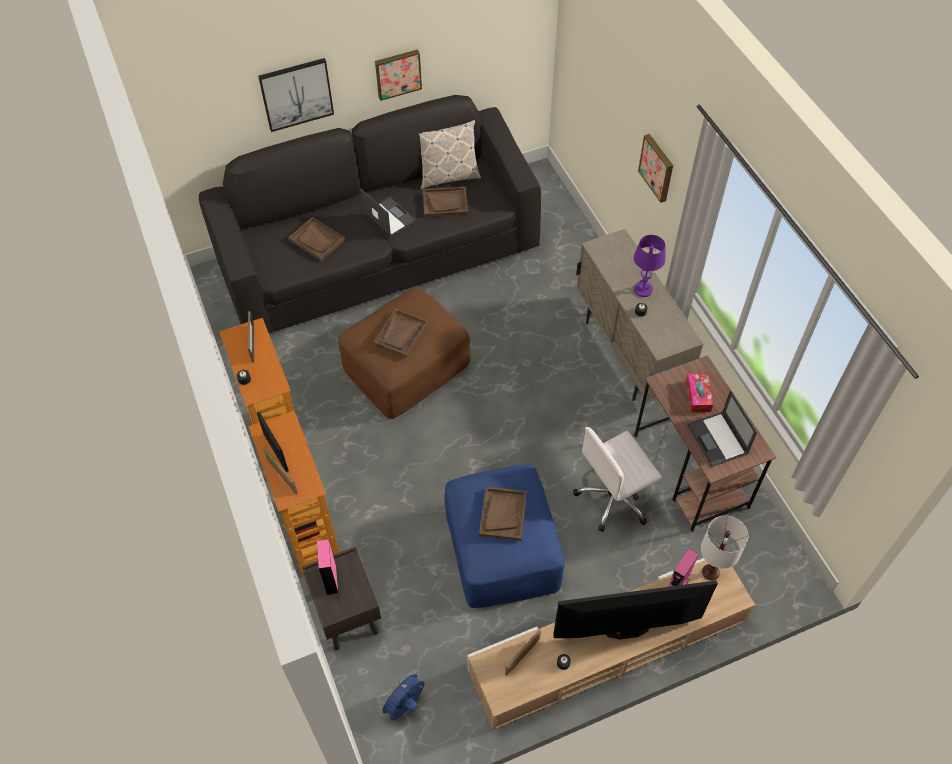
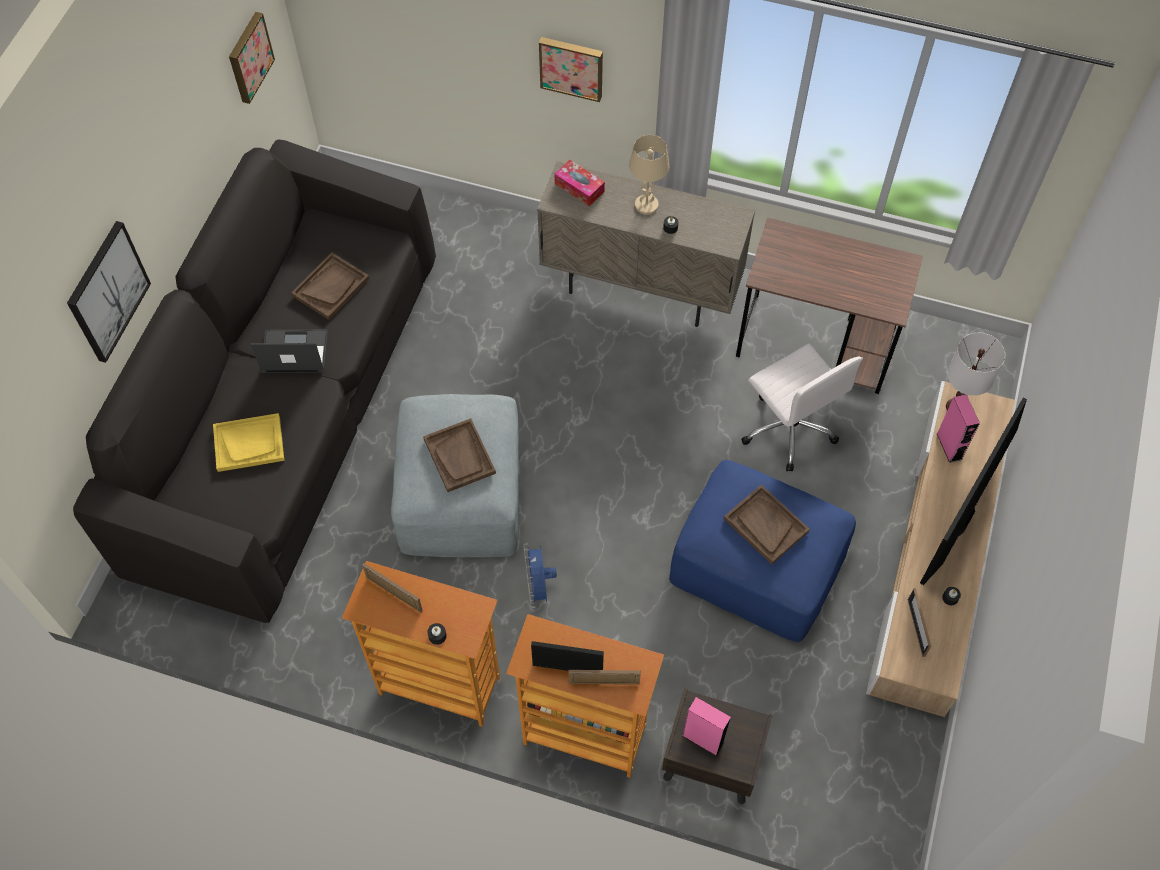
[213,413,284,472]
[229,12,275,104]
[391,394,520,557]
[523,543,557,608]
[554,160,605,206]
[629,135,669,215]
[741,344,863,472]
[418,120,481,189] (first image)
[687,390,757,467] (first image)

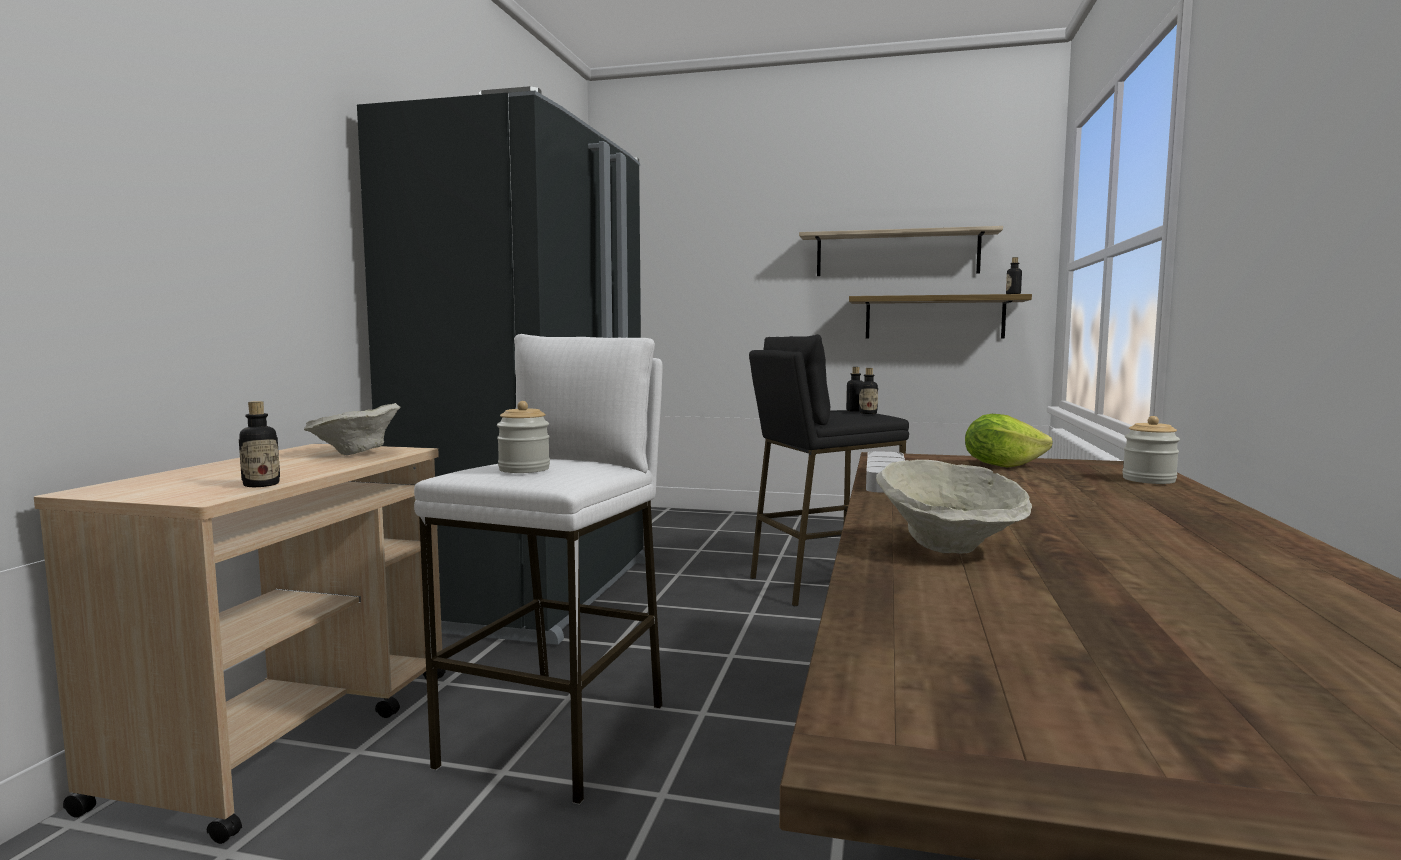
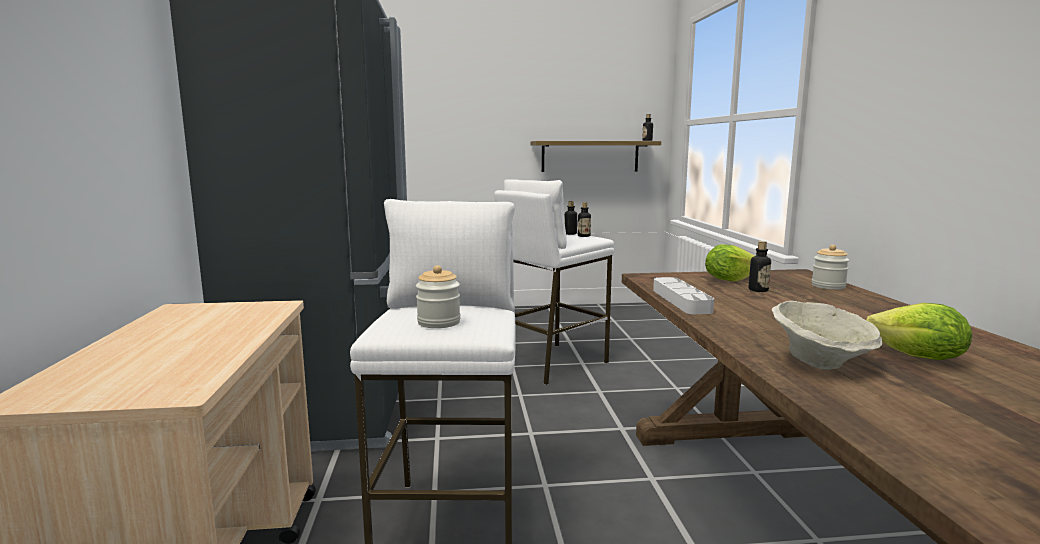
[494,179,614,385]
[749,241,771,292]
[866,303,972,360]
[304,403,401,455] (first image)
[799,226,1003,276] (first image)

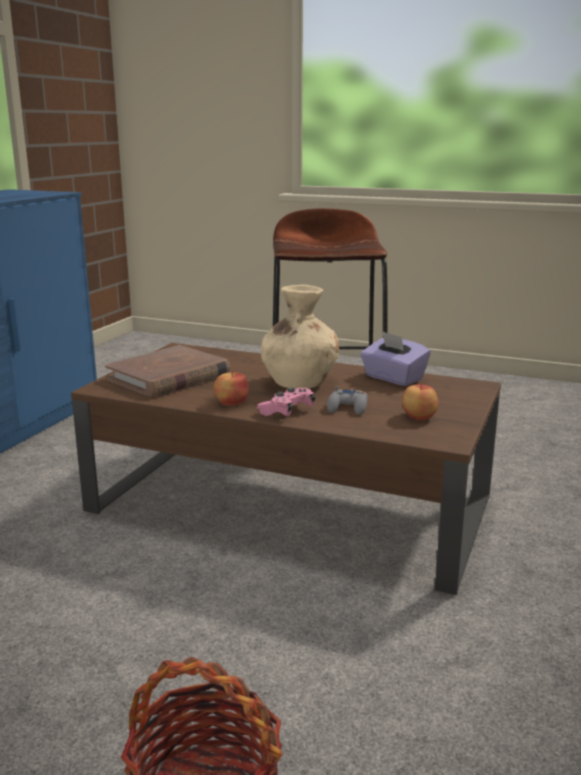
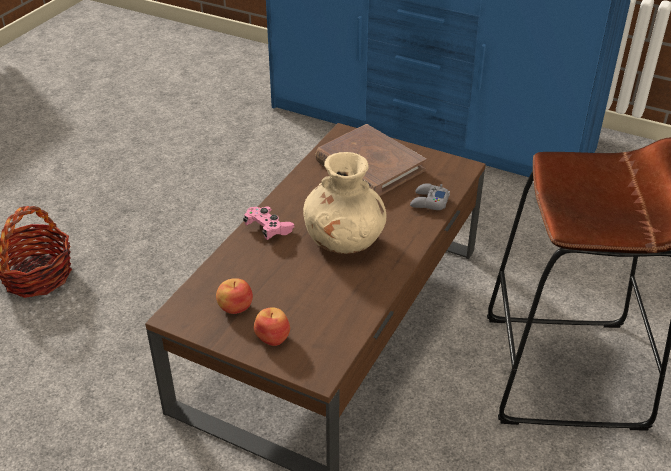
[254,307,290,346]
[410,183,450,210]
[360,331,431,386] (first image)

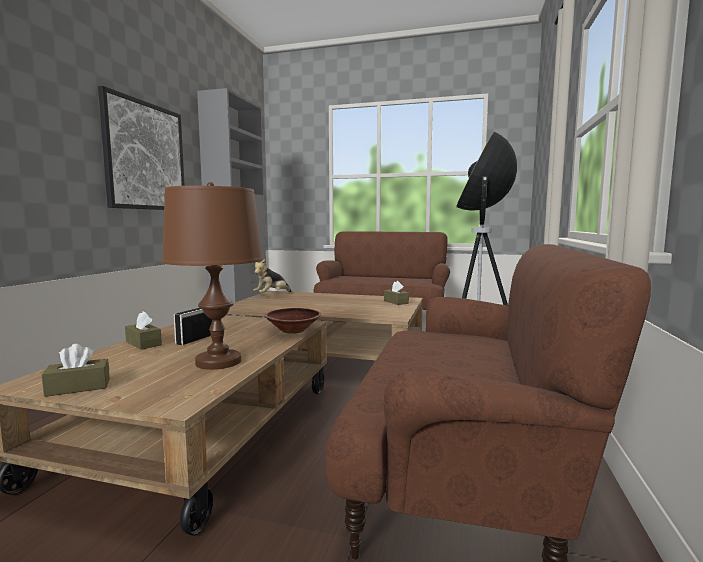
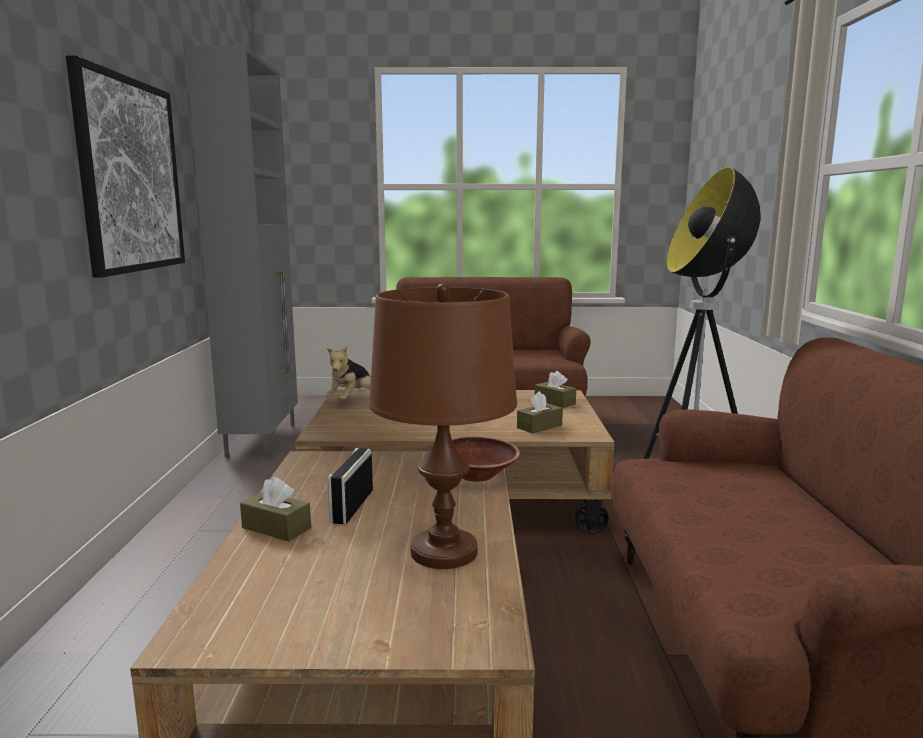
[517,391,563,434]

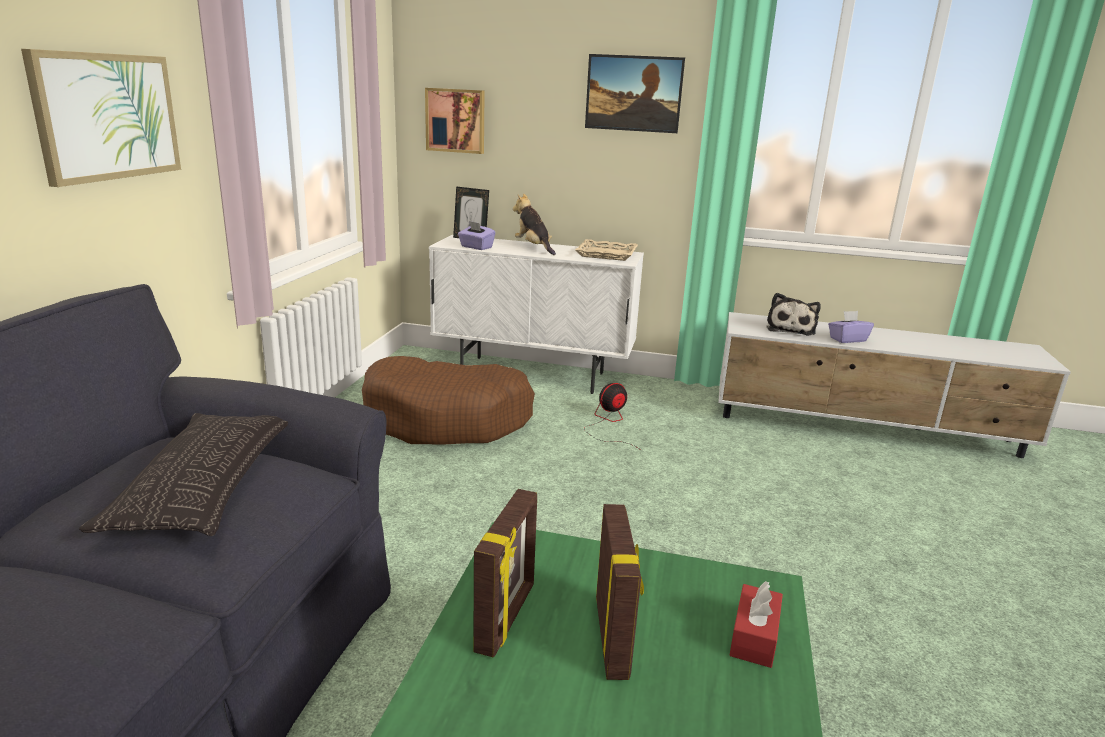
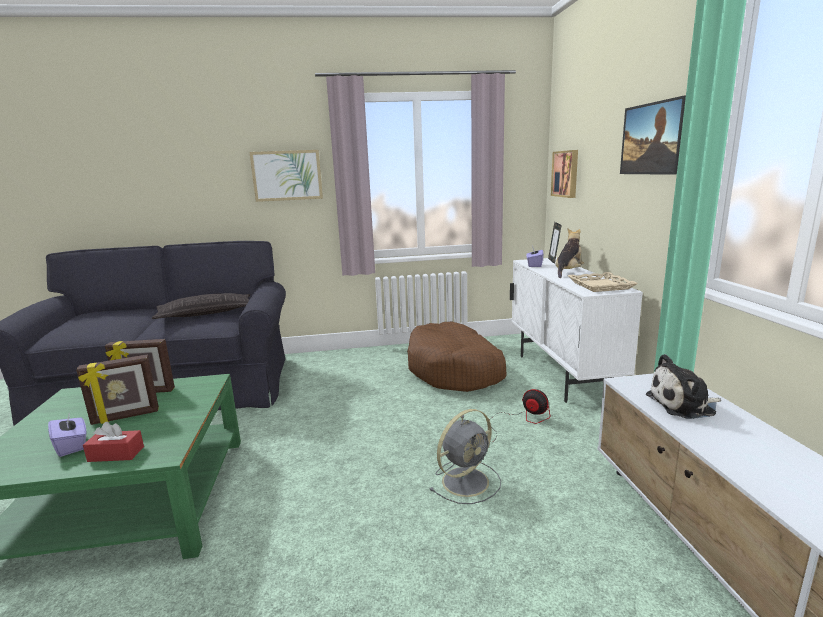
[48,415,87,457]
[429,409,501,504]

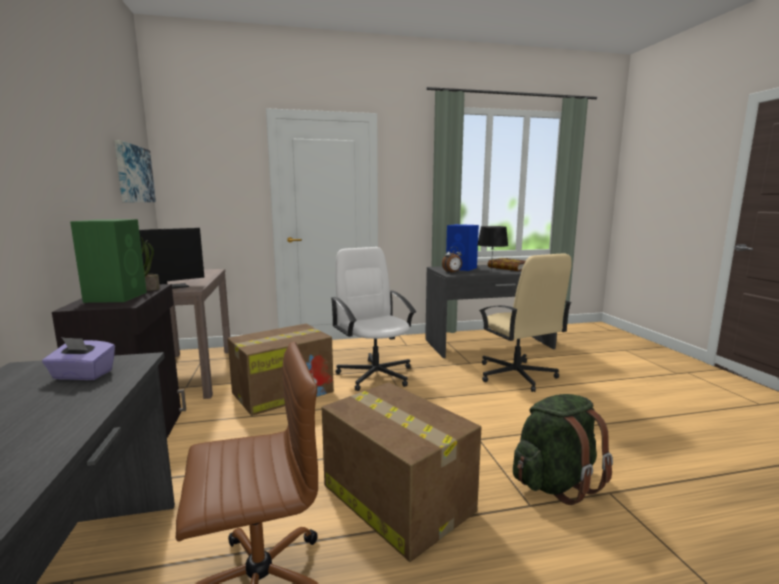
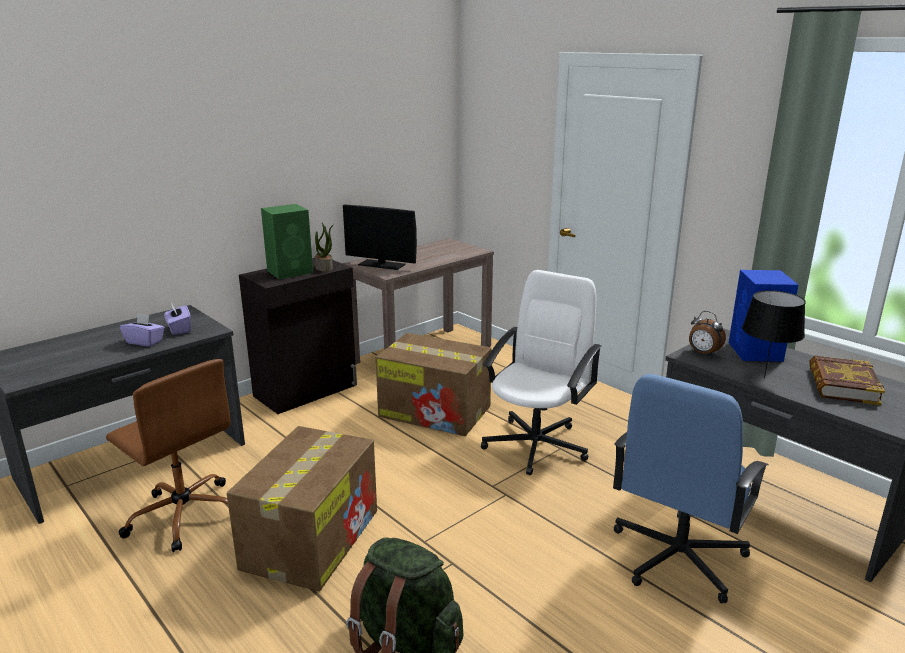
[120,313,165,347]
[613,374,769,603]
[114,140,156,202] (first image)

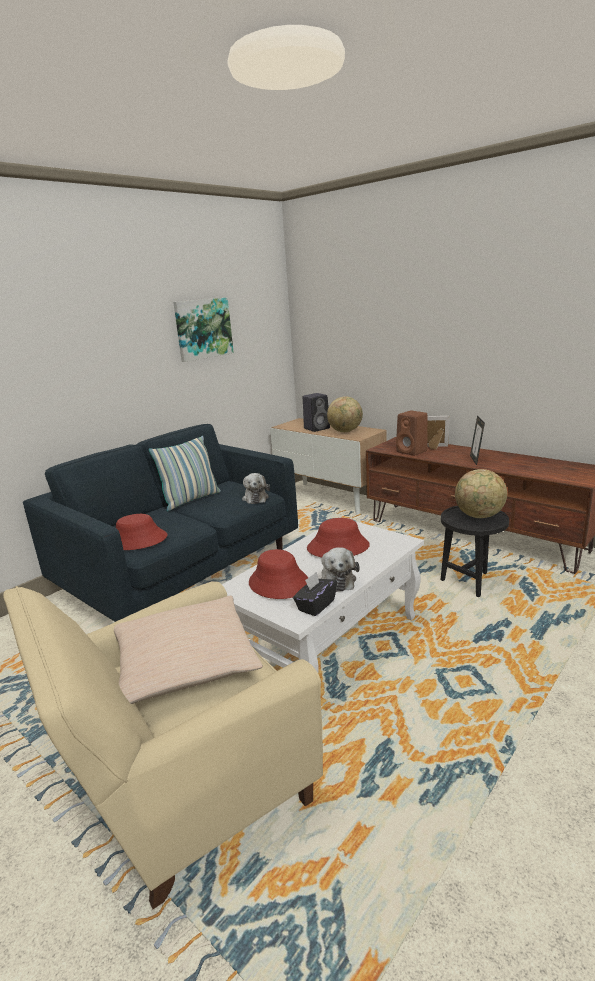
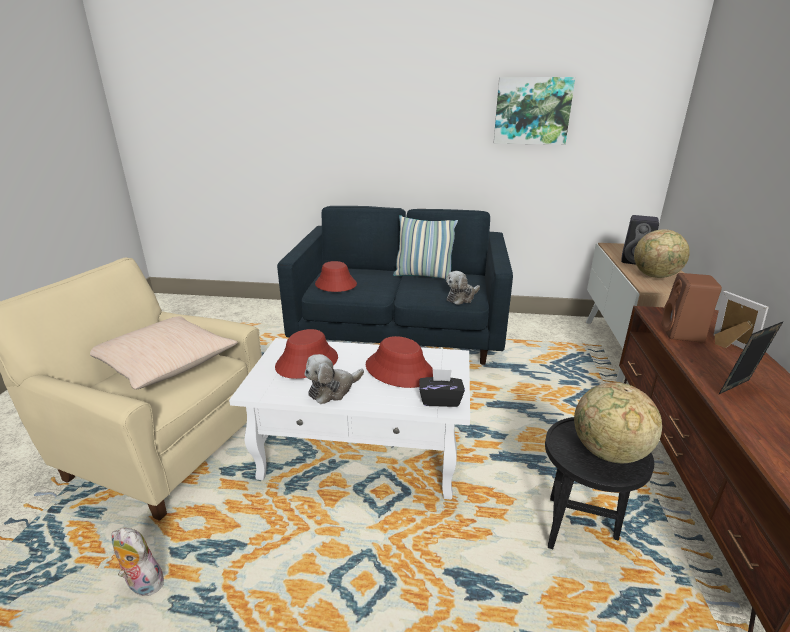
[112,528,164,596]
[419,369,465,407]

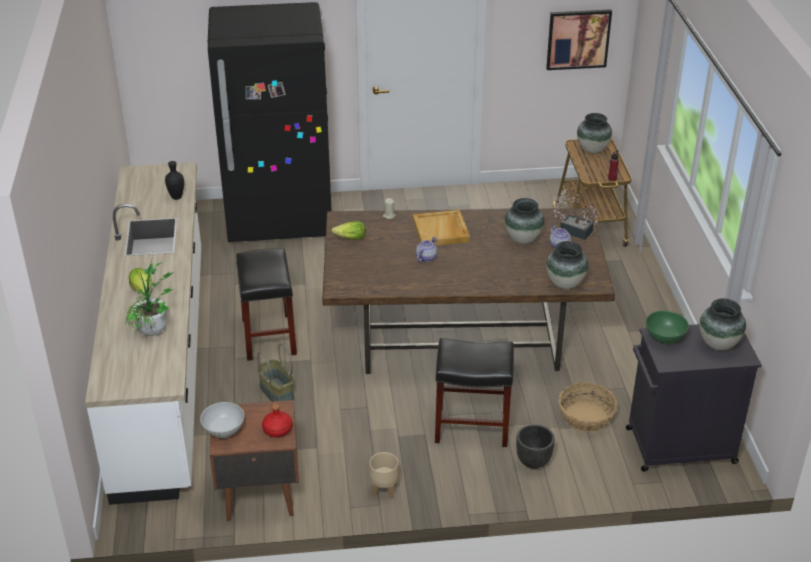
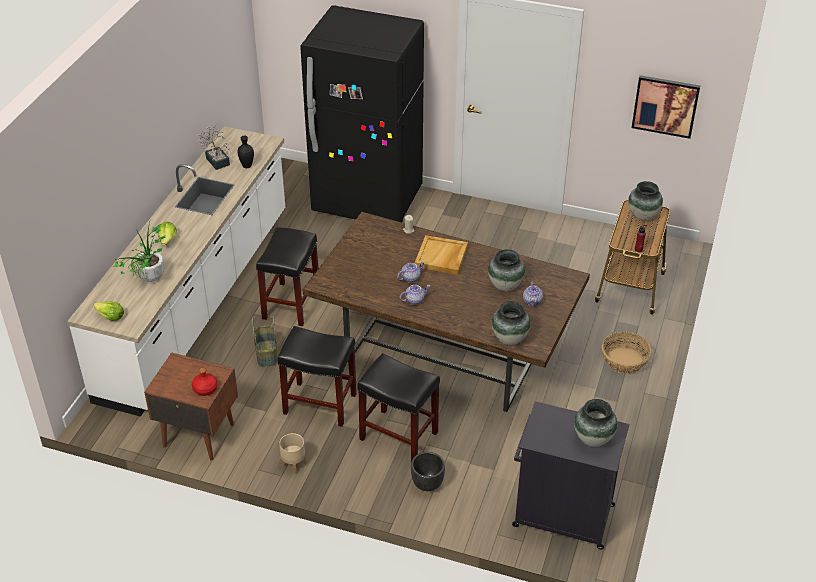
[93,302,124,321]
[196,125,233,170]
[278,326,357,427]
[400,285,430,305]
[602,331,652,374]
[200,402,244,438] (first image)
[646,311,689,344] (first image)

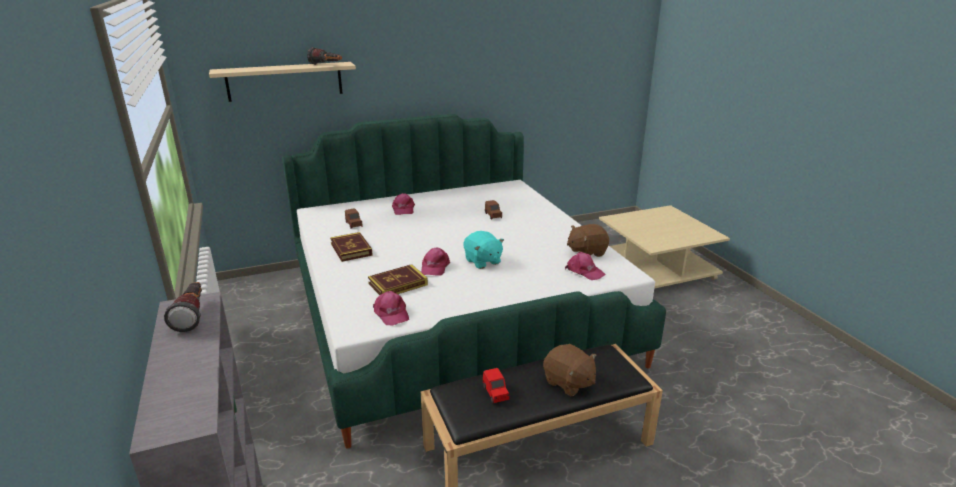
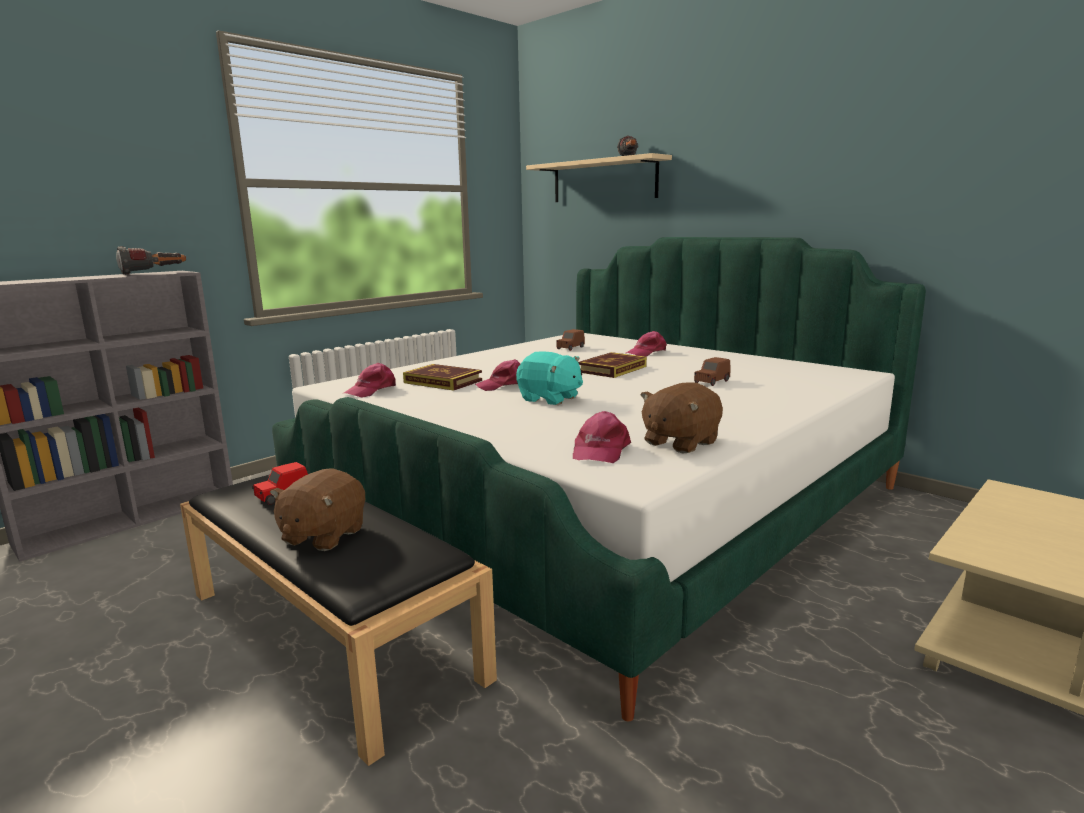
[516,352,583,405]
[578,352,647,378]
[640,382,723,453]

